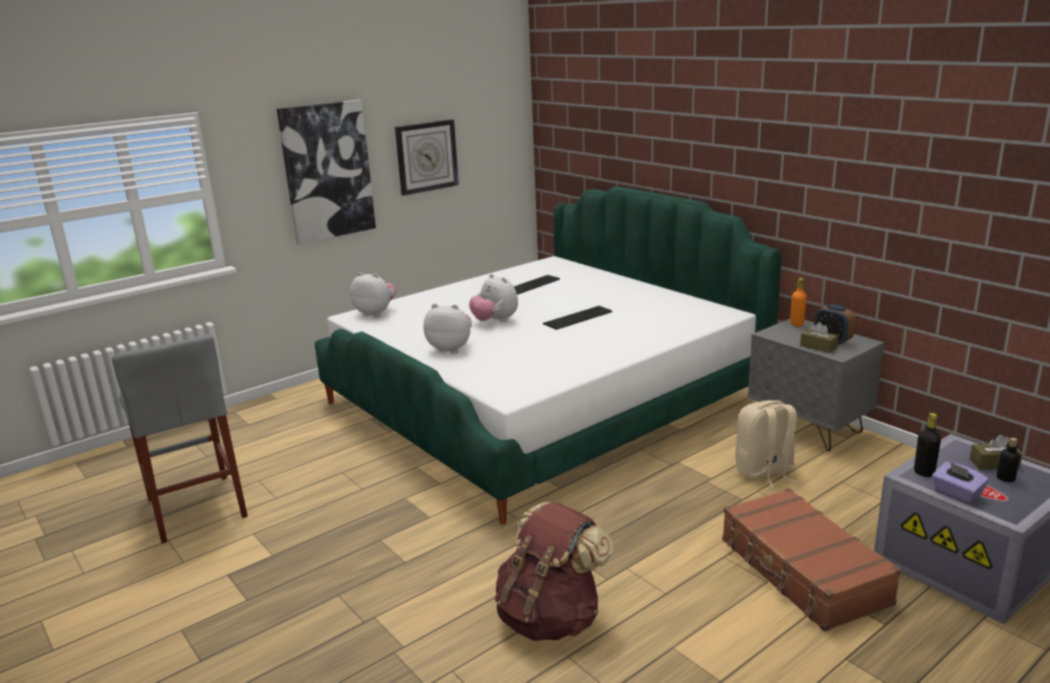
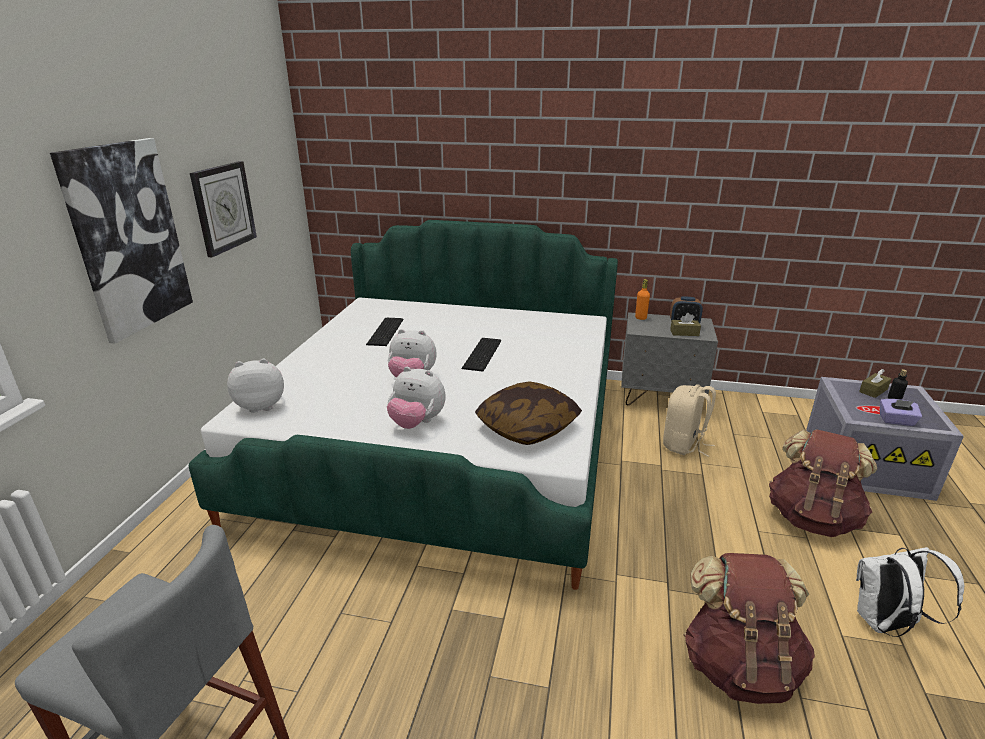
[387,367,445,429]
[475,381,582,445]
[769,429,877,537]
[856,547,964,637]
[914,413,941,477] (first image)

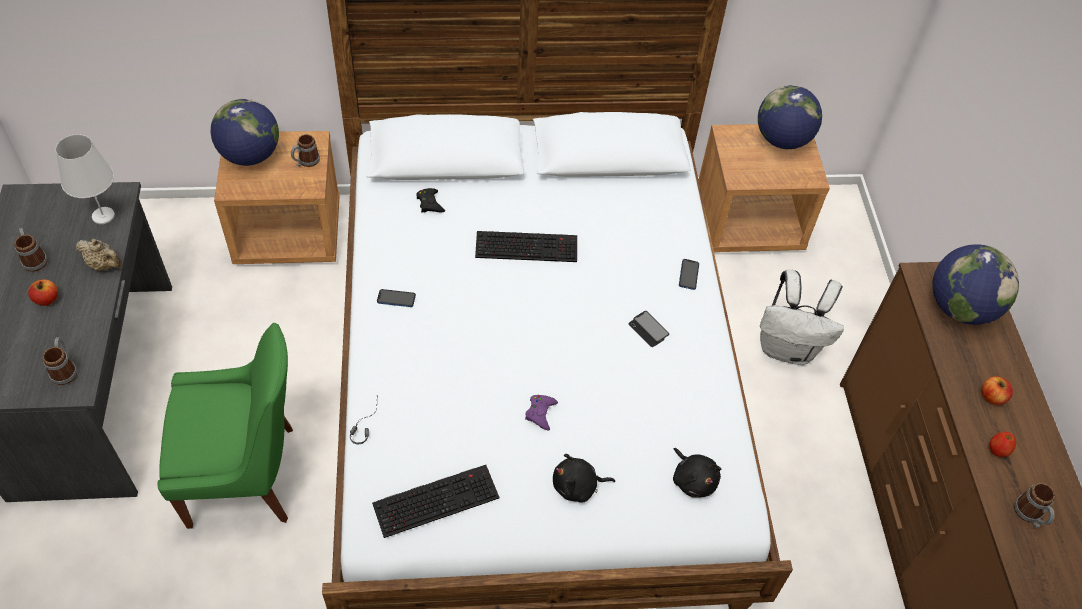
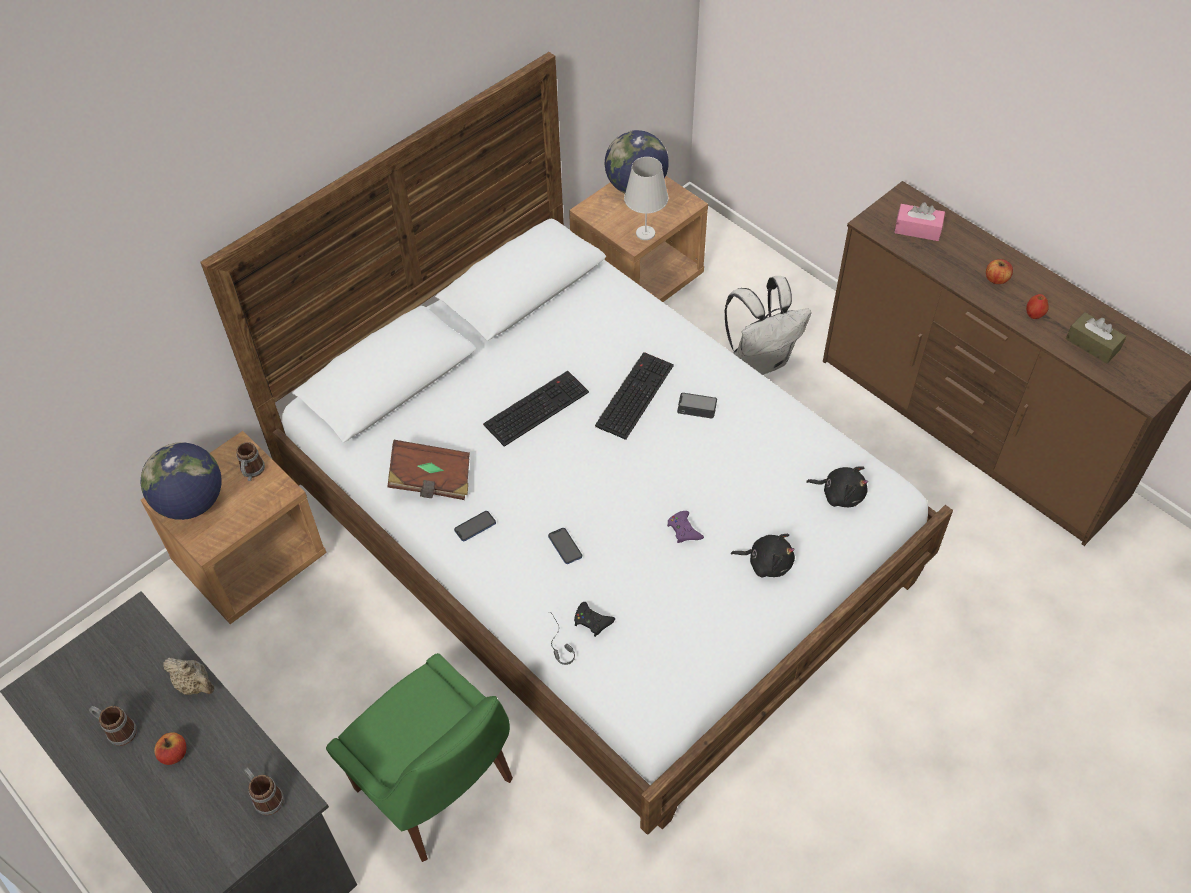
[163,658,214,695]
[326,653,513,862]
[387,440,470,500]
[548,528,582,564]
[574,602,615,637]
[595,352,674,440]
[624,157,669,240]
[731,534,795,578]
[894,202,945,241]
[1066,312,1126,363]

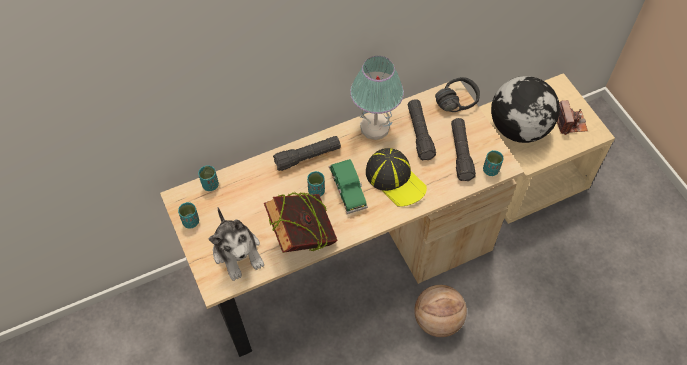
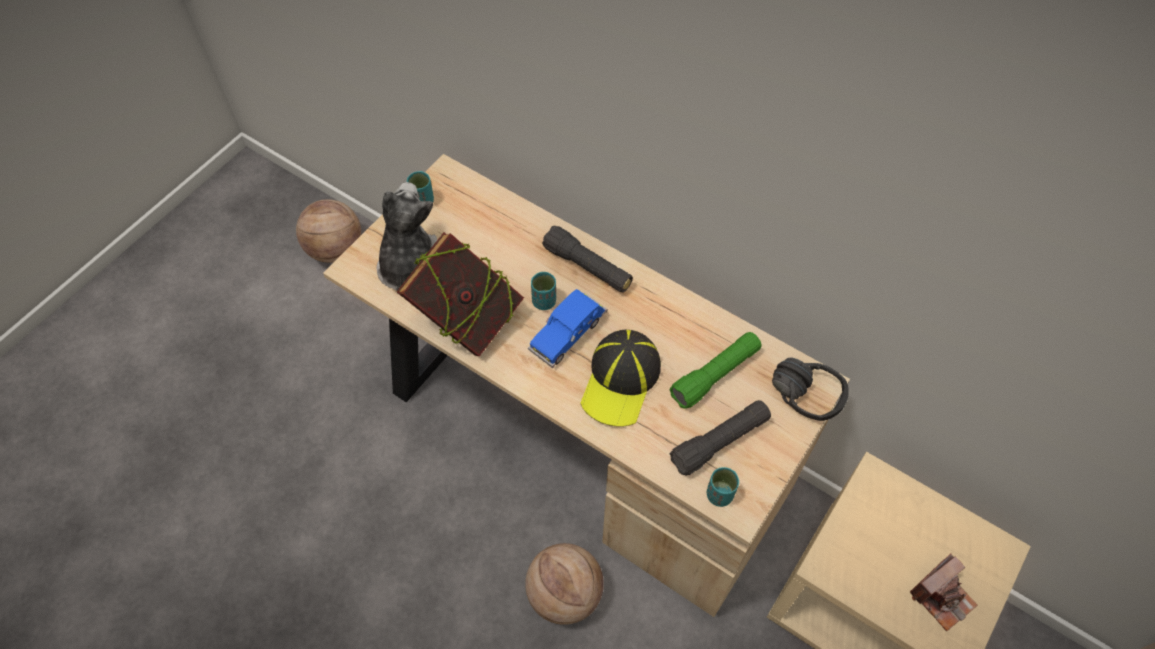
[296,199,361,263]
[377,182,437,291]
[528,289,607,368]
[669,332,762,409]
[198,165,219,191] (first image)
[350,56,404,140] (first image)
[491,76,560,143] (first image)

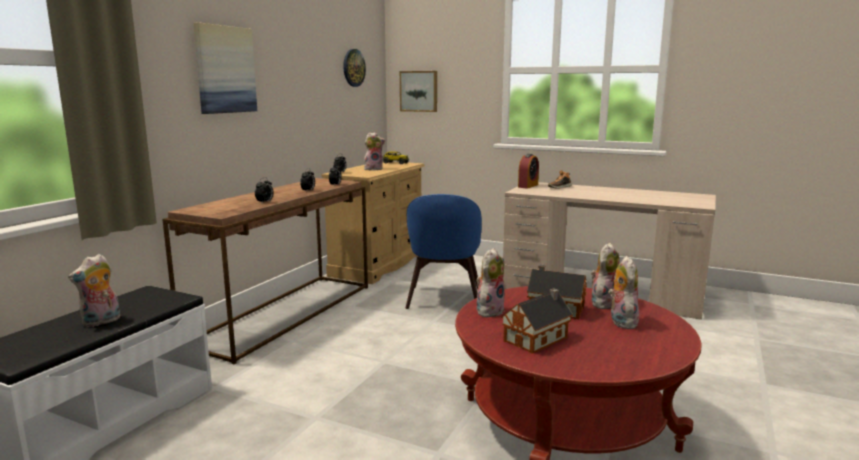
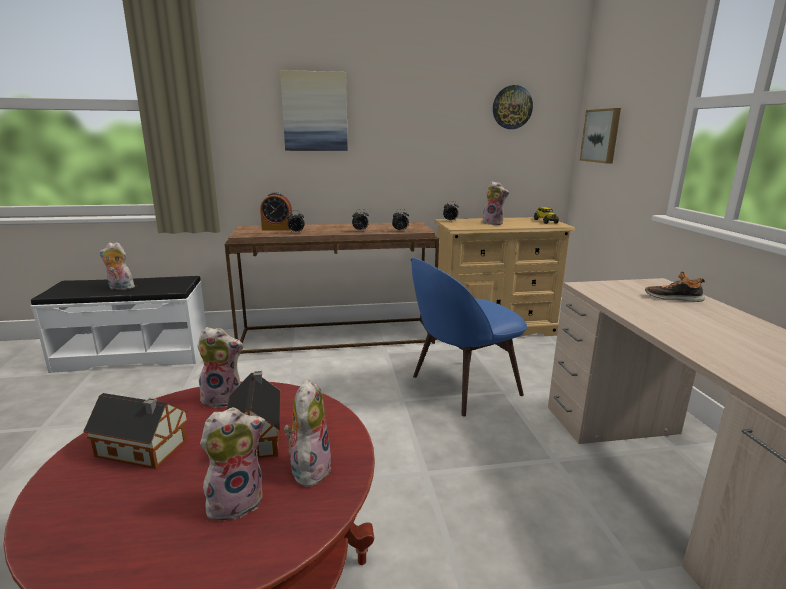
[260,192,292,231]
[284,379,331,487]

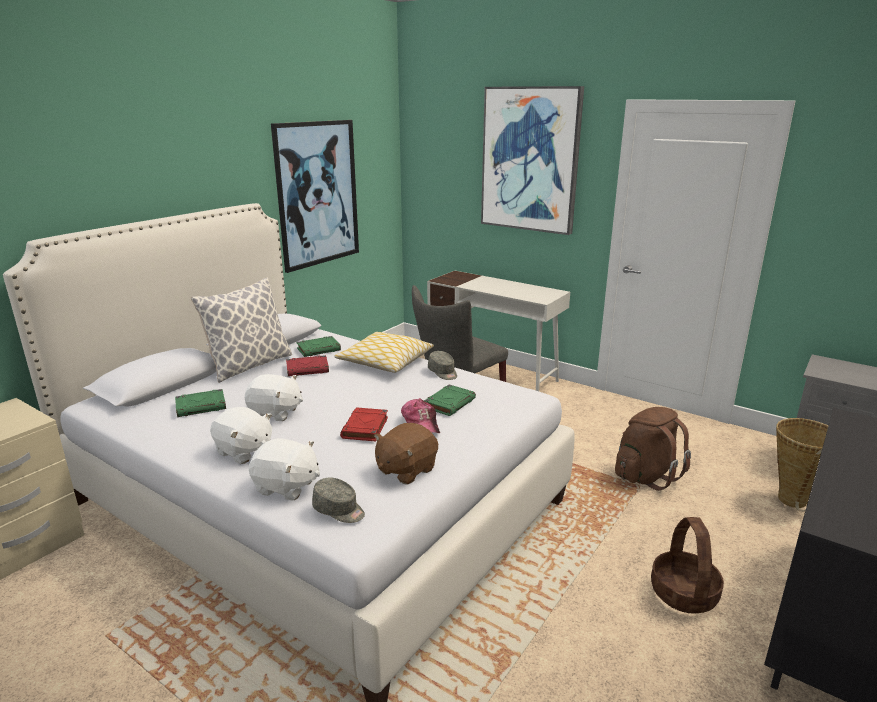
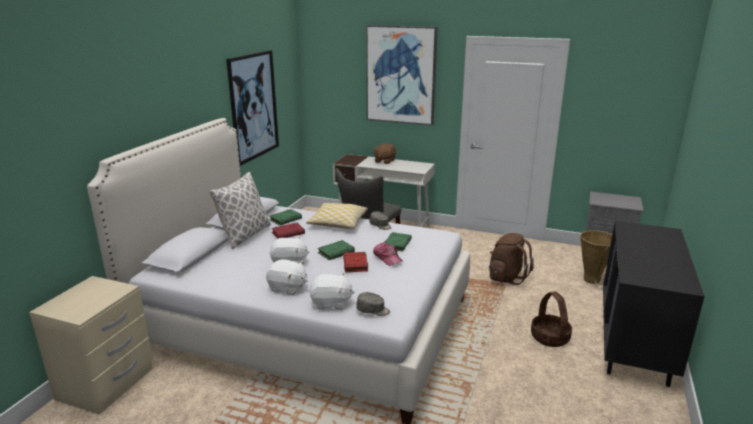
[318,240,355,260]
[373,143,396,164]

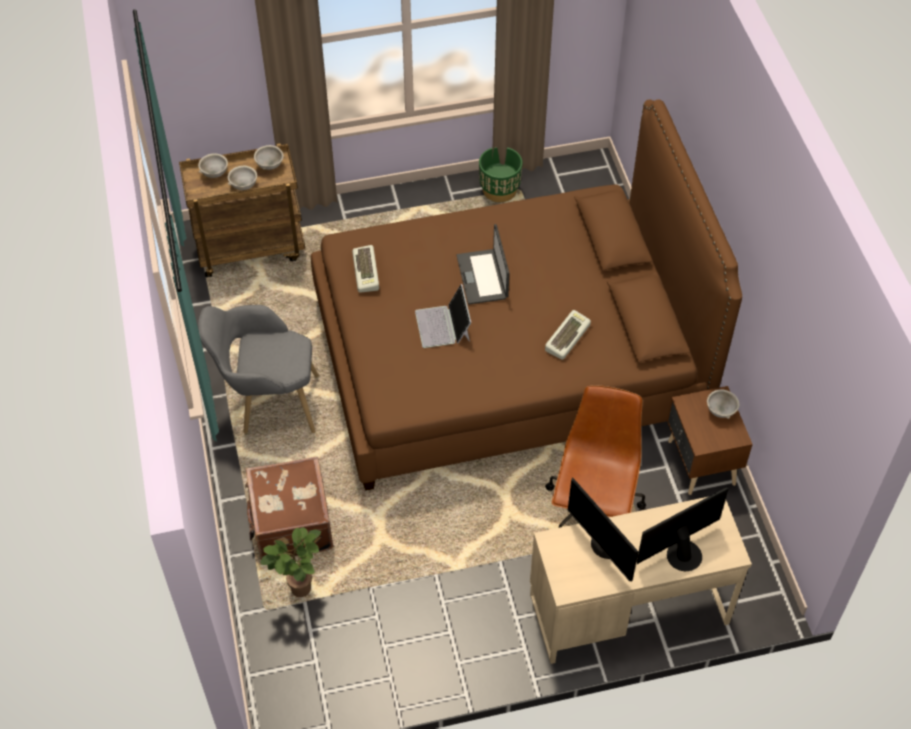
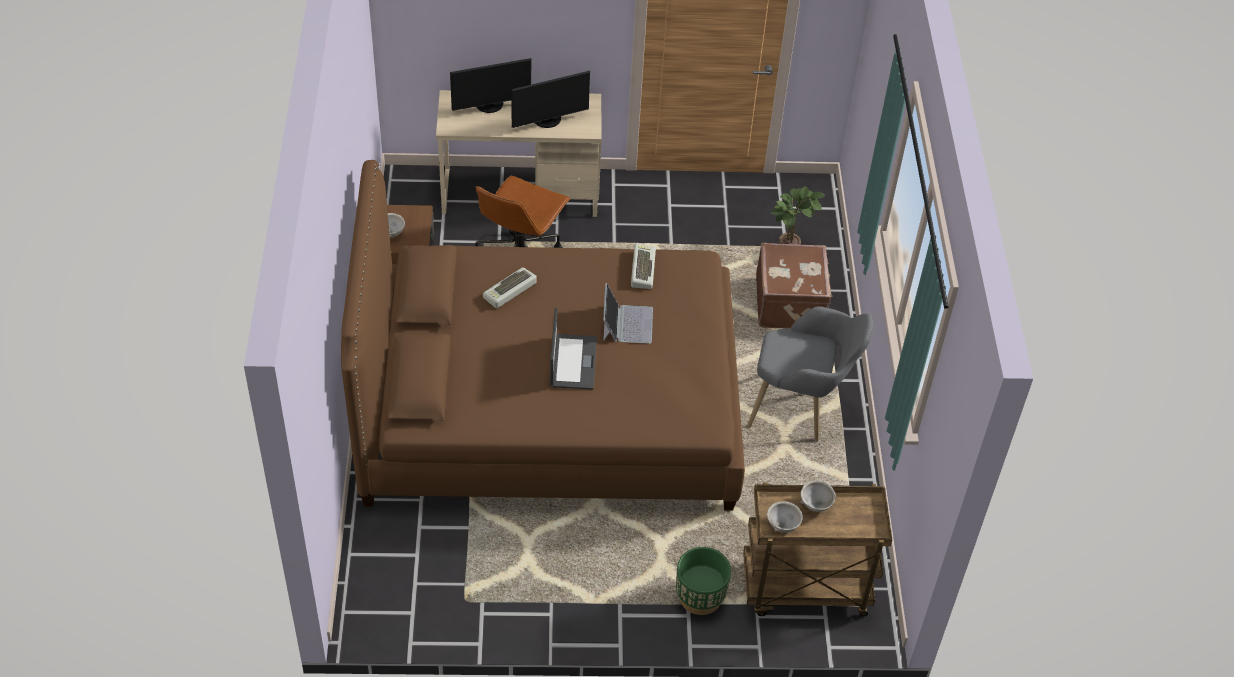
[511,71,590,128]
[631,243,656,289]
[676,547,731,615]
[198,153,228,178] (first image)

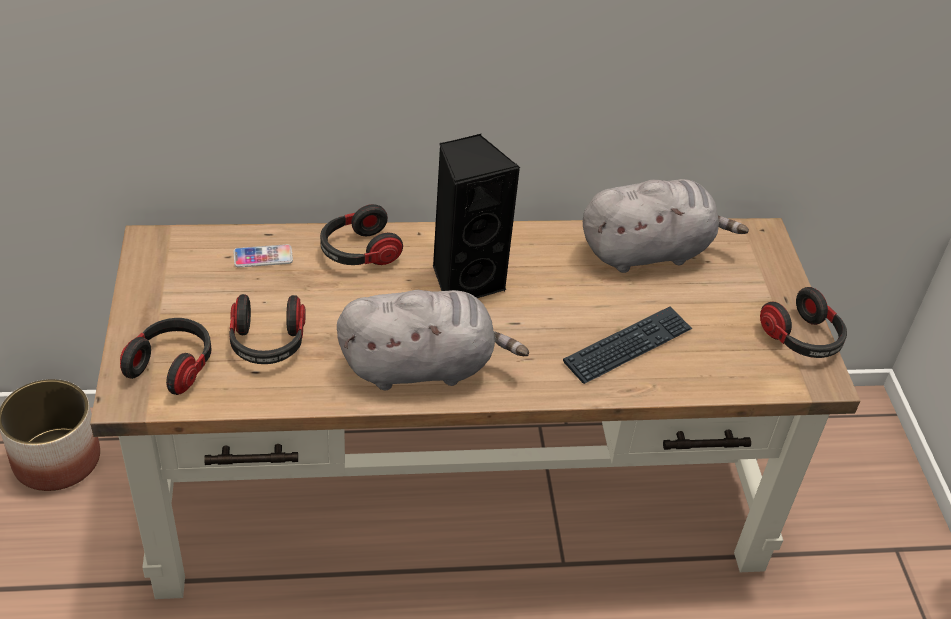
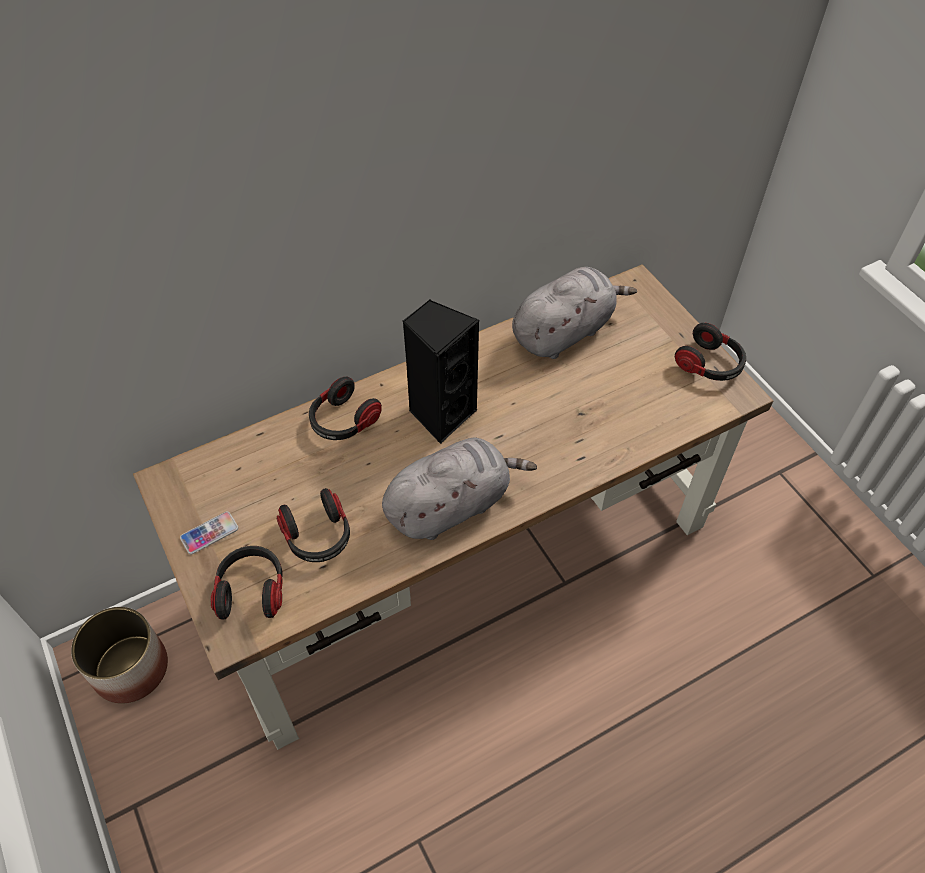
[180,511,238,555]
[563,306,693,384] (first image)

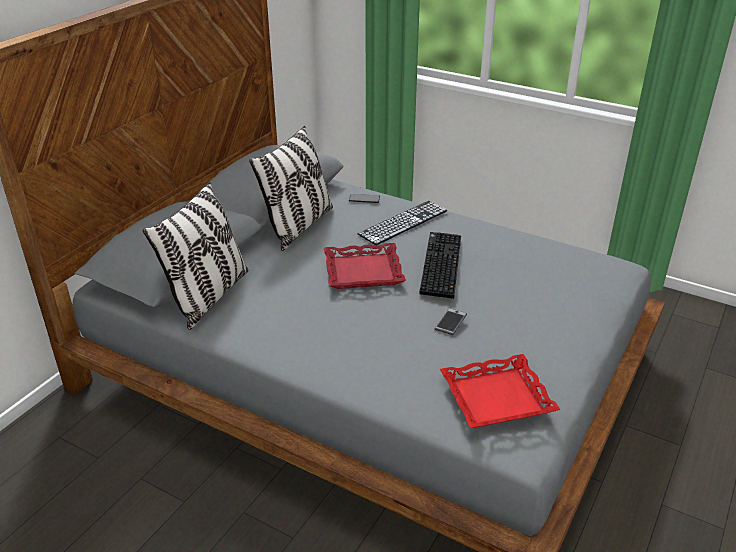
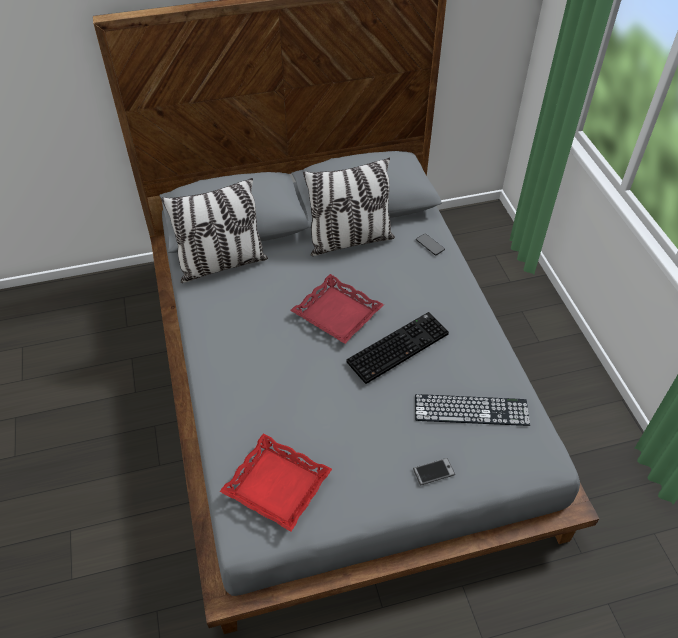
[413,458,455,485]
[415,394,530,426]

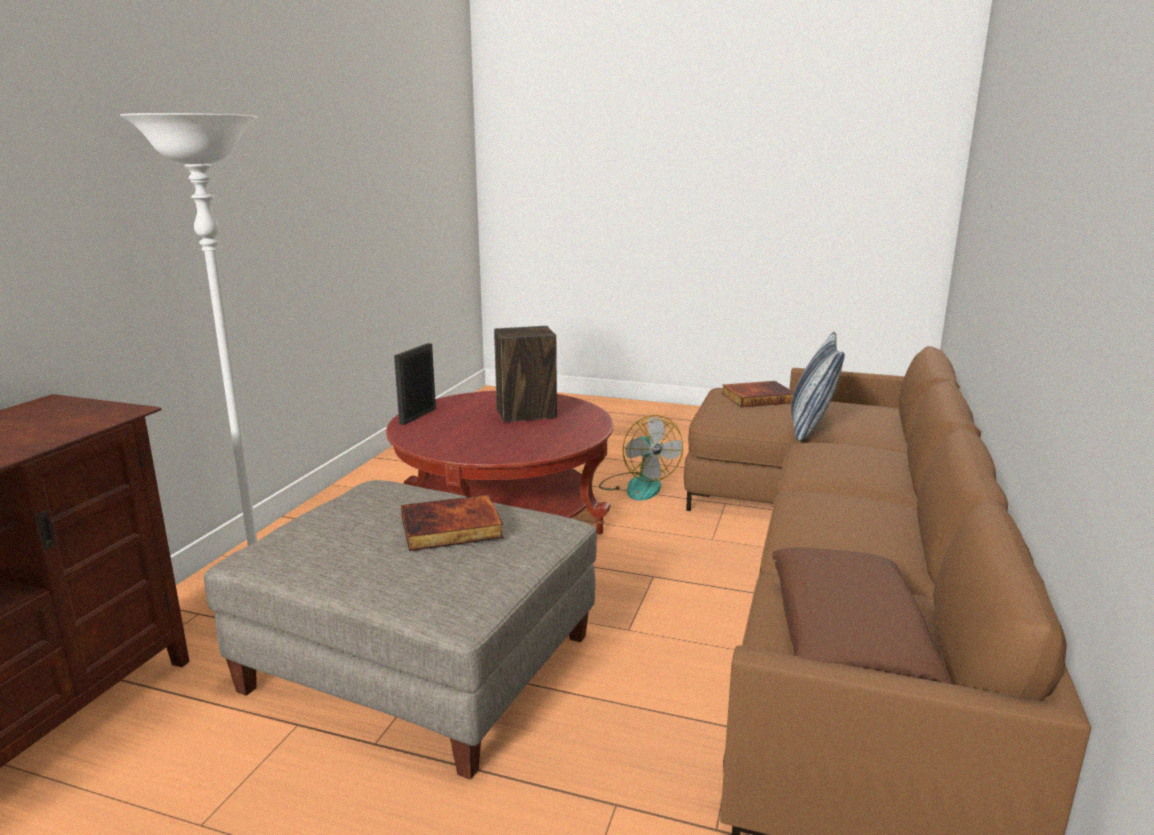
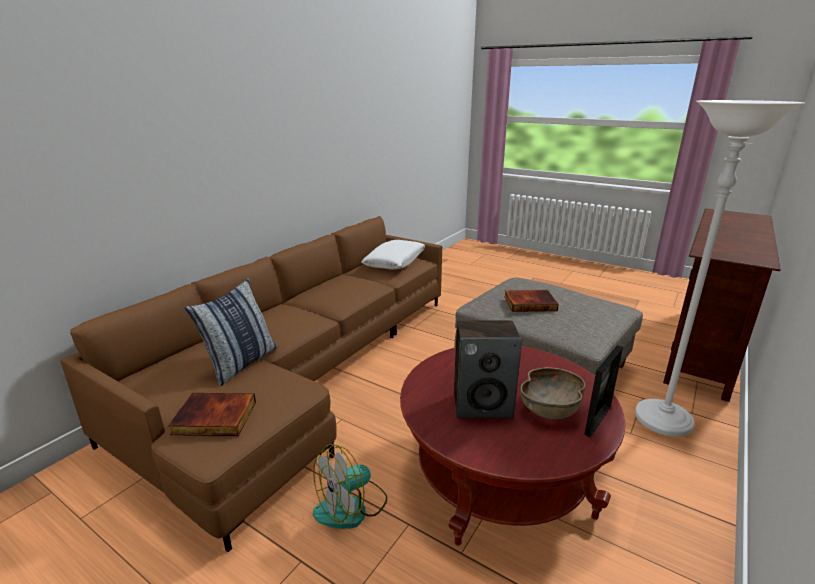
[313,444,387,529]
[361,240,425,269]
[520,367,586,419]

